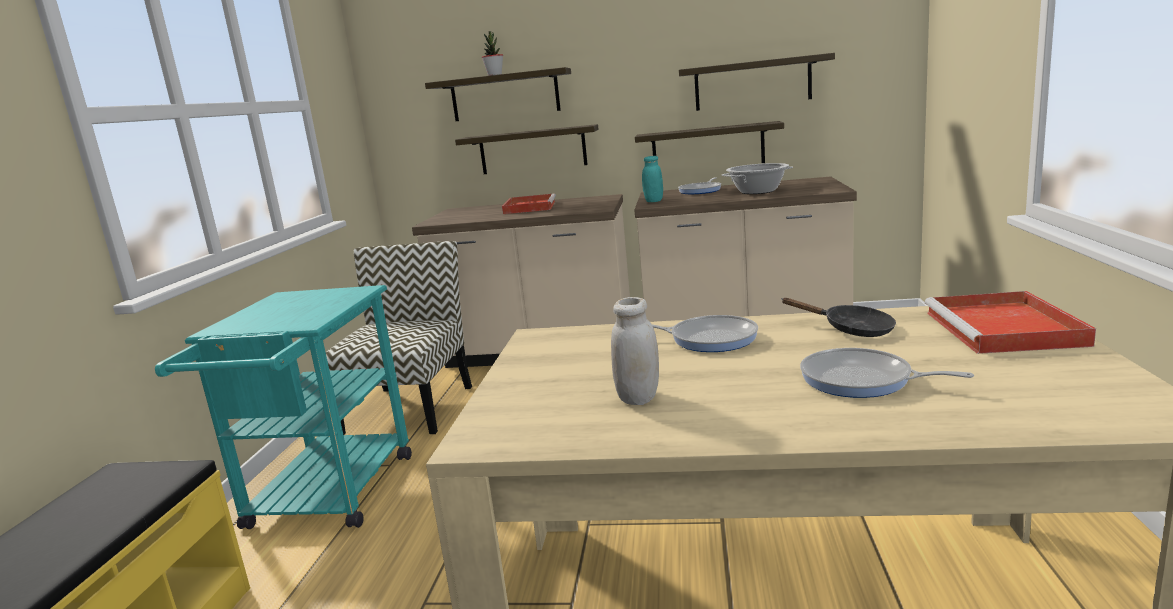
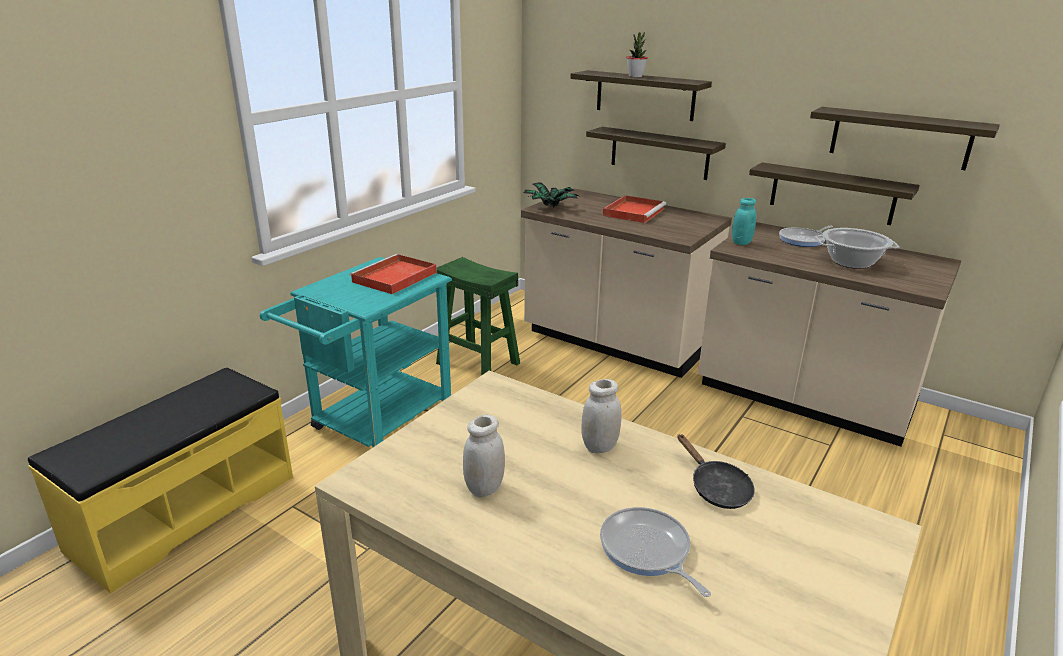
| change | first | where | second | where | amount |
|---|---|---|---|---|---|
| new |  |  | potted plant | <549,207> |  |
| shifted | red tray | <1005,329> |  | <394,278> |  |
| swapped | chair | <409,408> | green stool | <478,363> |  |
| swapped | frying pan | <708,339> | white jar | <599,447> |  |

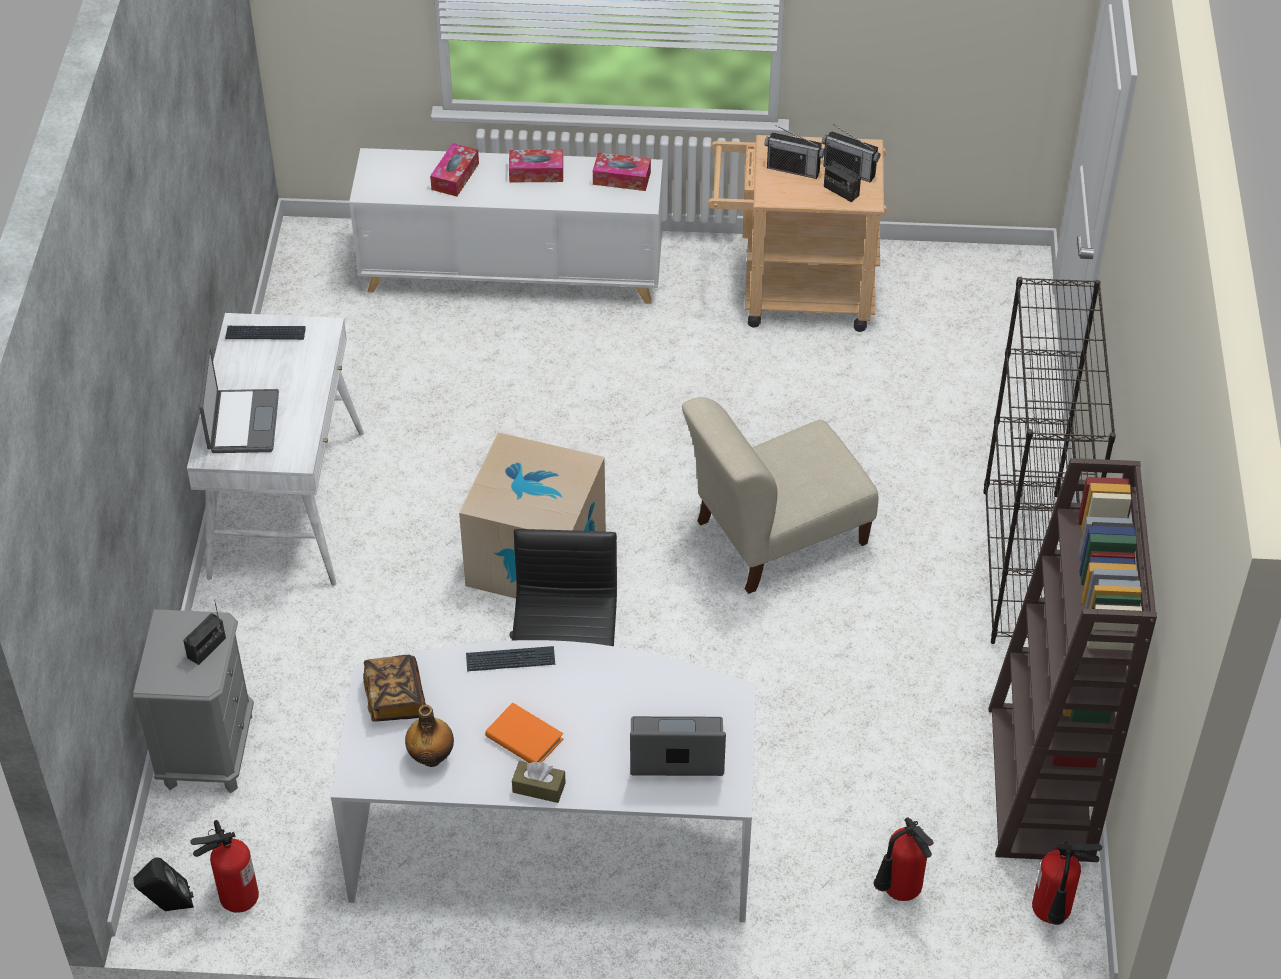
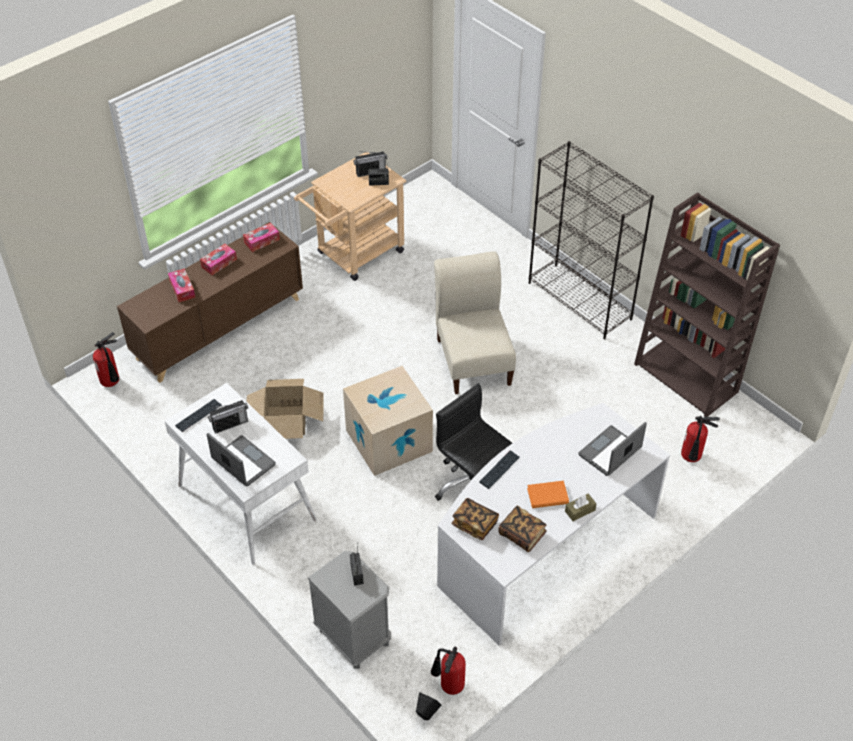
| change | first | where | second | where | amount |
|---|---|---|---|---|---|
| new |  |  | cardboard box | <286,420> |  |
| shifted | radio | <793,169> |  | <230,424> |  |
| shifted | fire extinguisher | <1053,916> |  | <112,383> |  |
| swapped | bottle | <431,756> | book | <522,535> |  |
| repainted | white cabinet | <513,273> | brown cabinet | <219,328> |  |
| rotated | beige chair | <775,536> |  | <473,358> | 150 degrees clockwise |

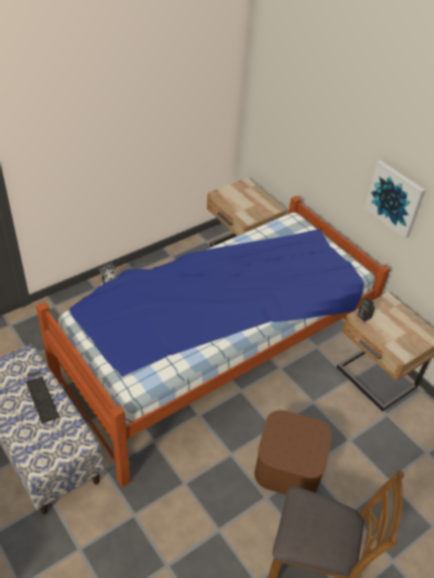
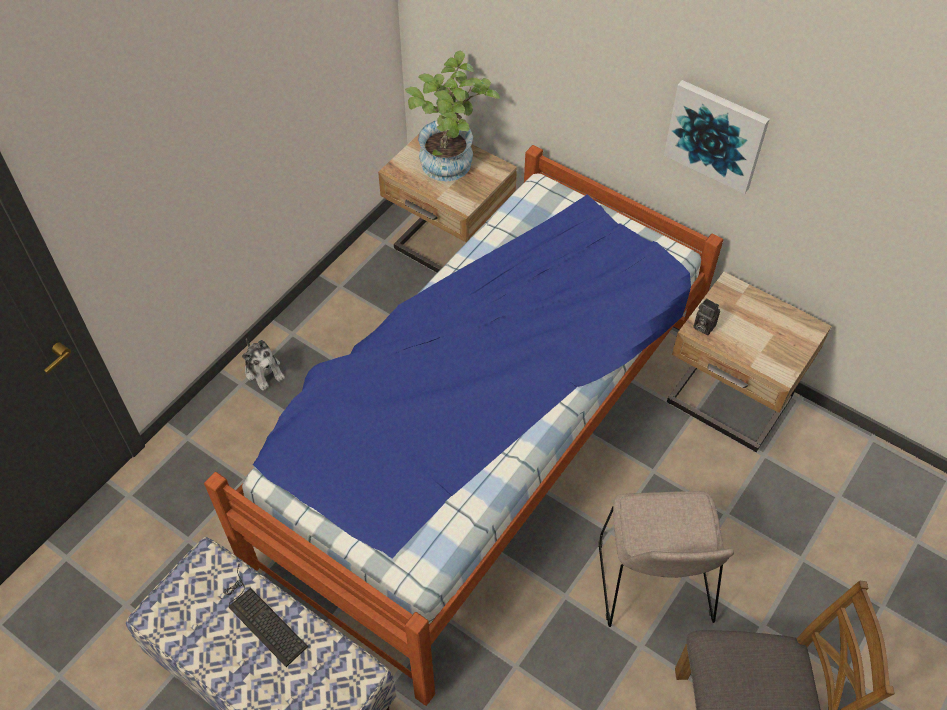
| change | first | where | second | where | amount |
|---|---|---|---|---|---|
| new |  |  | potted plant | <451,168> |  |
| swapped | brown storage box | <289,465> | beige chair | <654,584> |  |

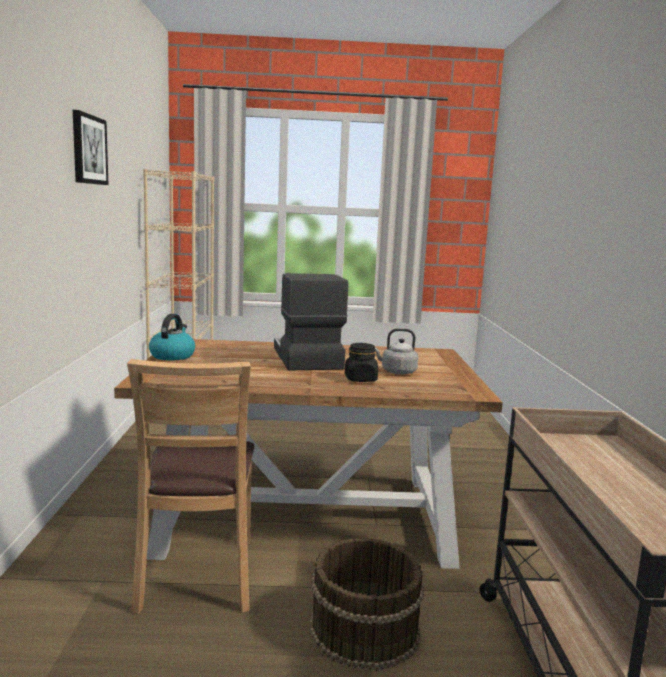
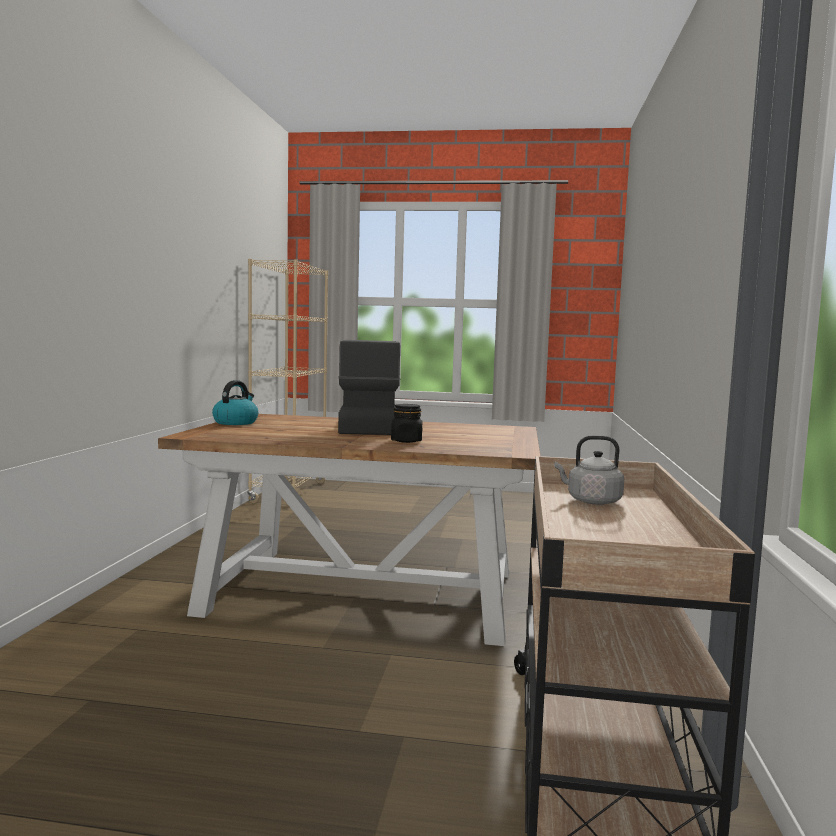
| change | first | where | second | where | amount |
|---|---|---|---|---|---|
| gone | picture | <88,149> |  |  |  |
| gone | brown chair | <198,575> |  |  |  |
| gone | brown bucket | <363,630> |  |  |  |
| shifted | grey kettle | <396,372> |  | <591,501> |  |

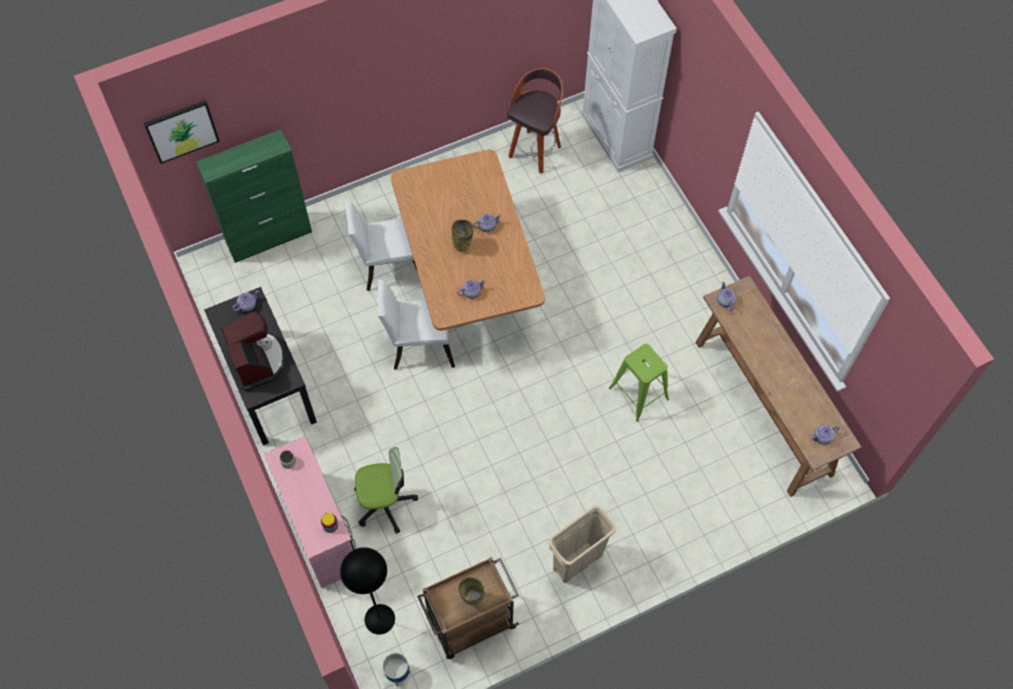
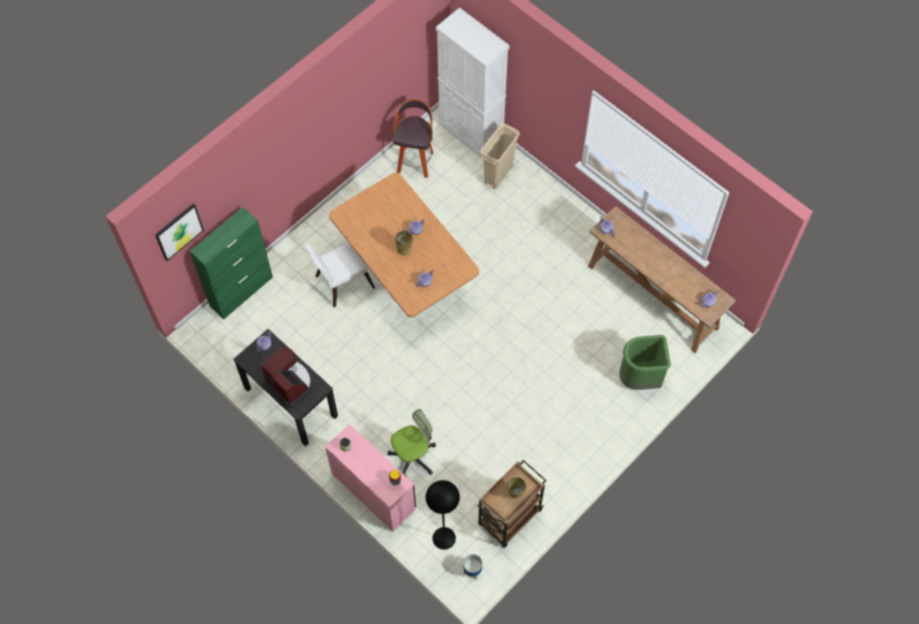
| change | first | where | second | where | amount |
|---|---|---|---|---|---|
| gone | white chair | <418,343> |  |  |  |
| gone | green stool | <639,394> |  |  |  |
| new |  |  | green trash can | <640,379> |  |
| shifted | beige trash can | <577,562> |  | <498,175> |  |

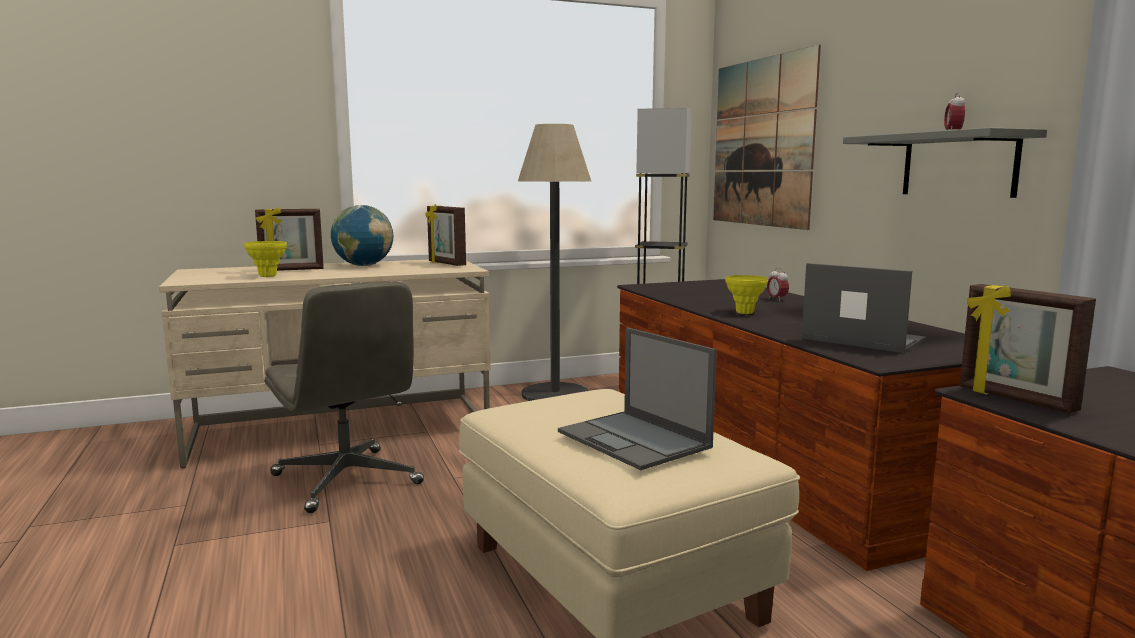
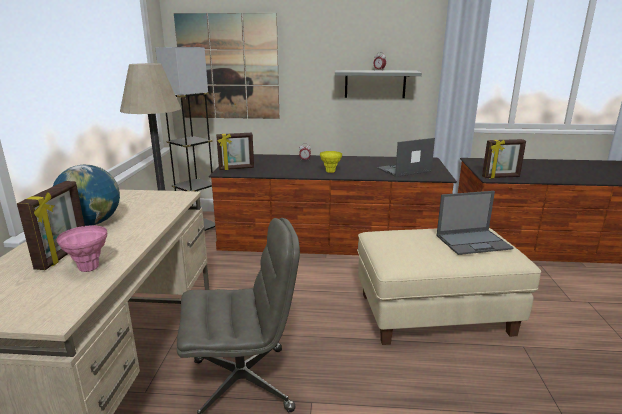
| change | first | where | second | where | amount |
|---|---|---|---|---|---|
| shifted | picture frame | <446,264> |  | <236,168> |  |
| repainted | yellow vase | <268,276> | pink vase | <89,268> |  |

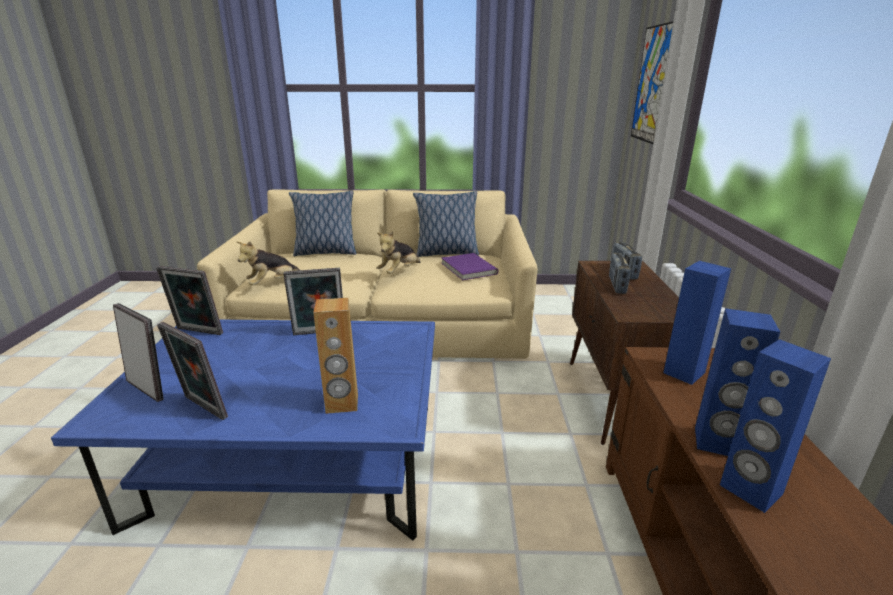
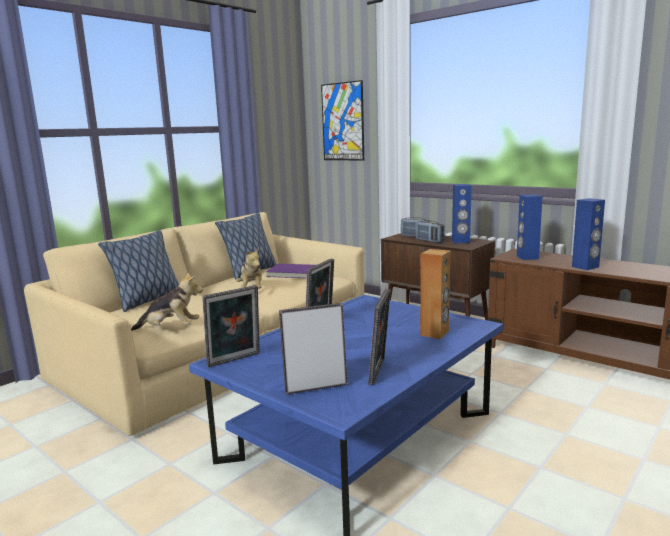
| change | first | where | second | where | amount |
|---|---|---|---|---|---|
| shifted | blue speaker | <750,490> |  | <460,241> |  |
| rotated | picture frame | <202,409> |  | <380,372> | 60 degrees counterclockwise |
| rotated | plush toy | <273,283> |  | <170,329> | 90 degrees counterclockwise |

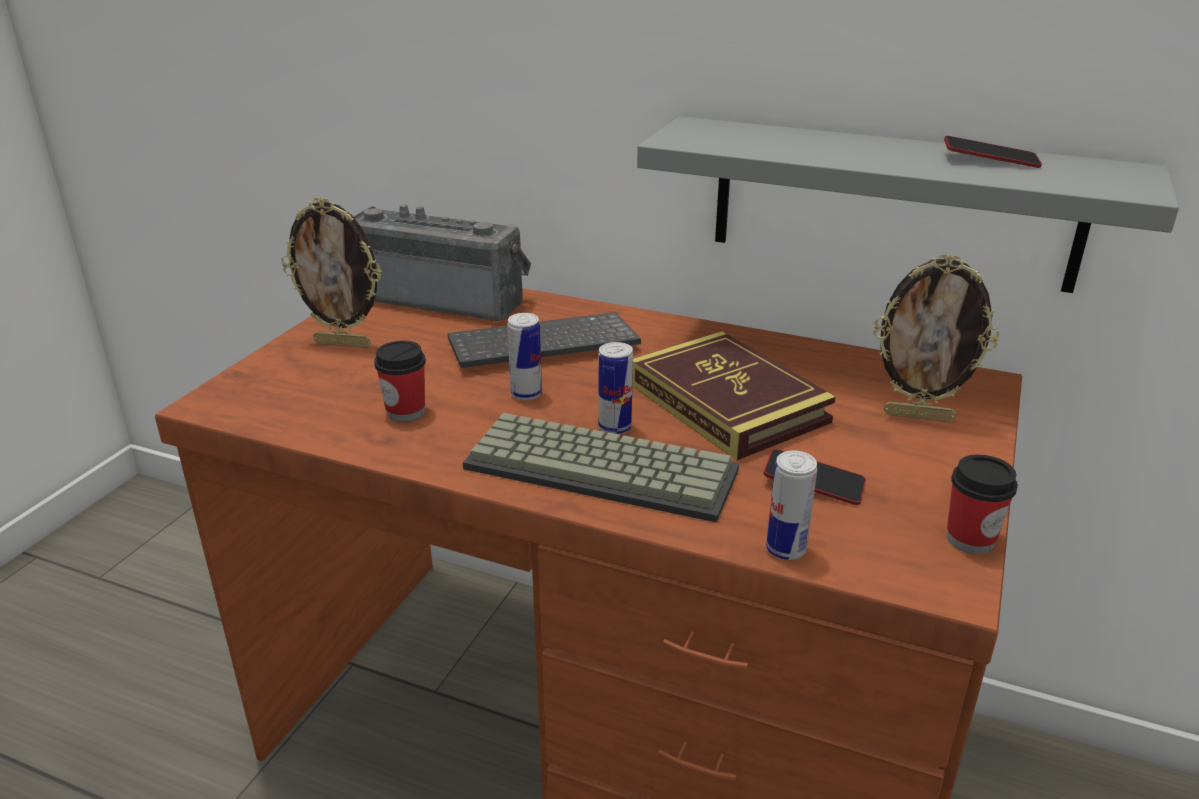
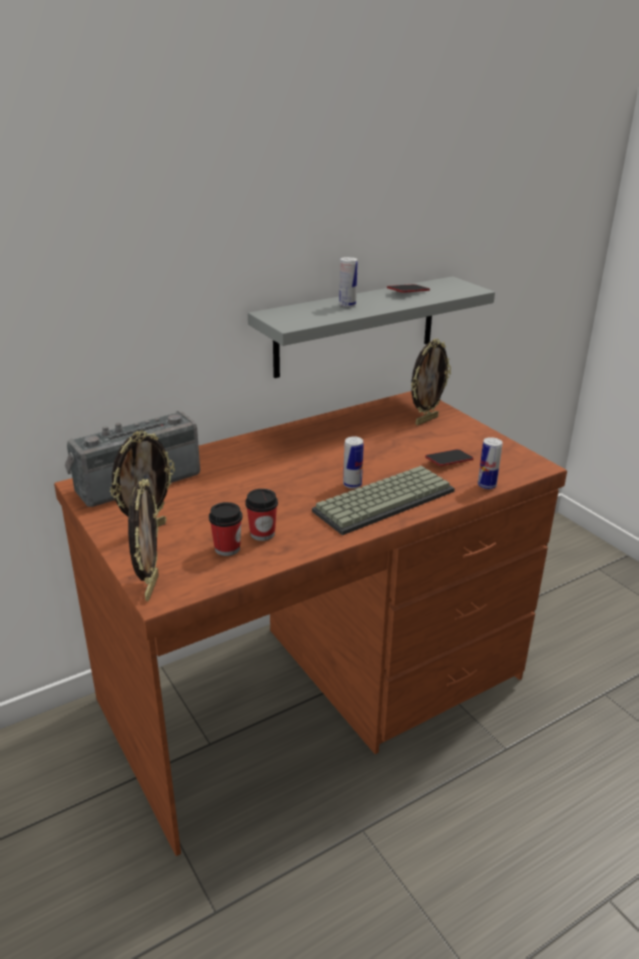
| change | first | where | second | where | amount |
|---|---|---|---|---|---|
| gone | keyboard | <541,346> |  |  |  |
| gone | book | <727,403> |  |  |  |
| new |  |  | picture frame | <150,587> |  |
| shifted | can | <526,394> |  | <347,305> |  |
| shifted | cup | <970,539> |  | <227,548> |  |

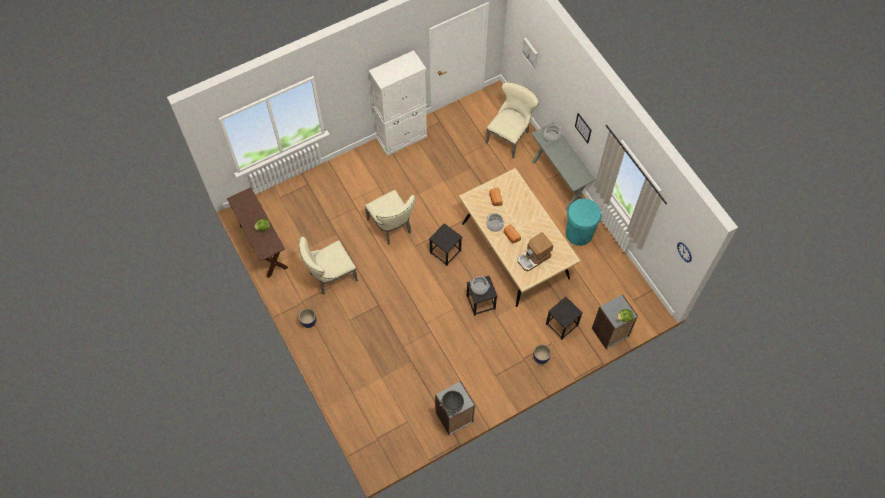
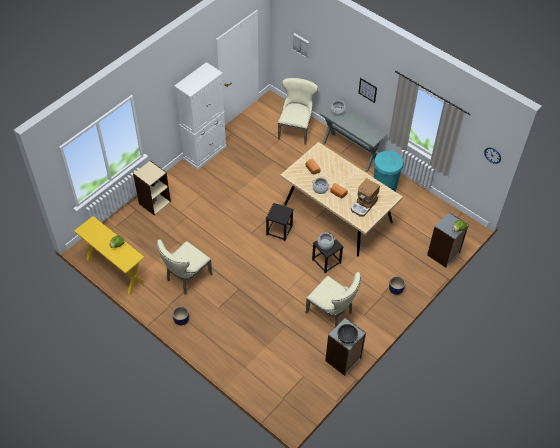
| change | first | where | second | where | amount |
|---|---|---|---|---|---|
| gone | black stool | <562,325> |  |  |  |
| new |  |  | beige bookcase | <154,202> |  |
| shifted | beige chair | <392,227> |  | <332,313> |  |
| repainted | brown console table | <263,246> | yellow console table | <115,270> |  |

